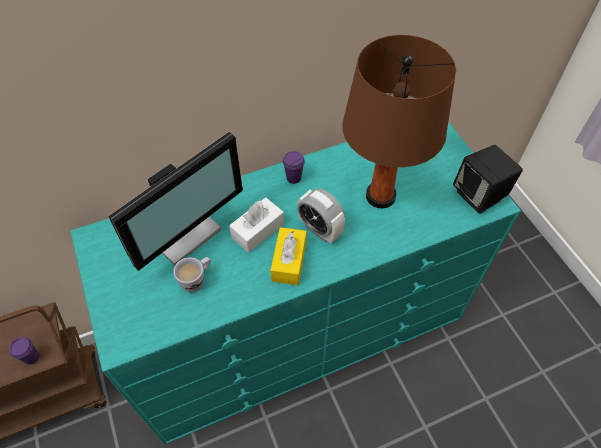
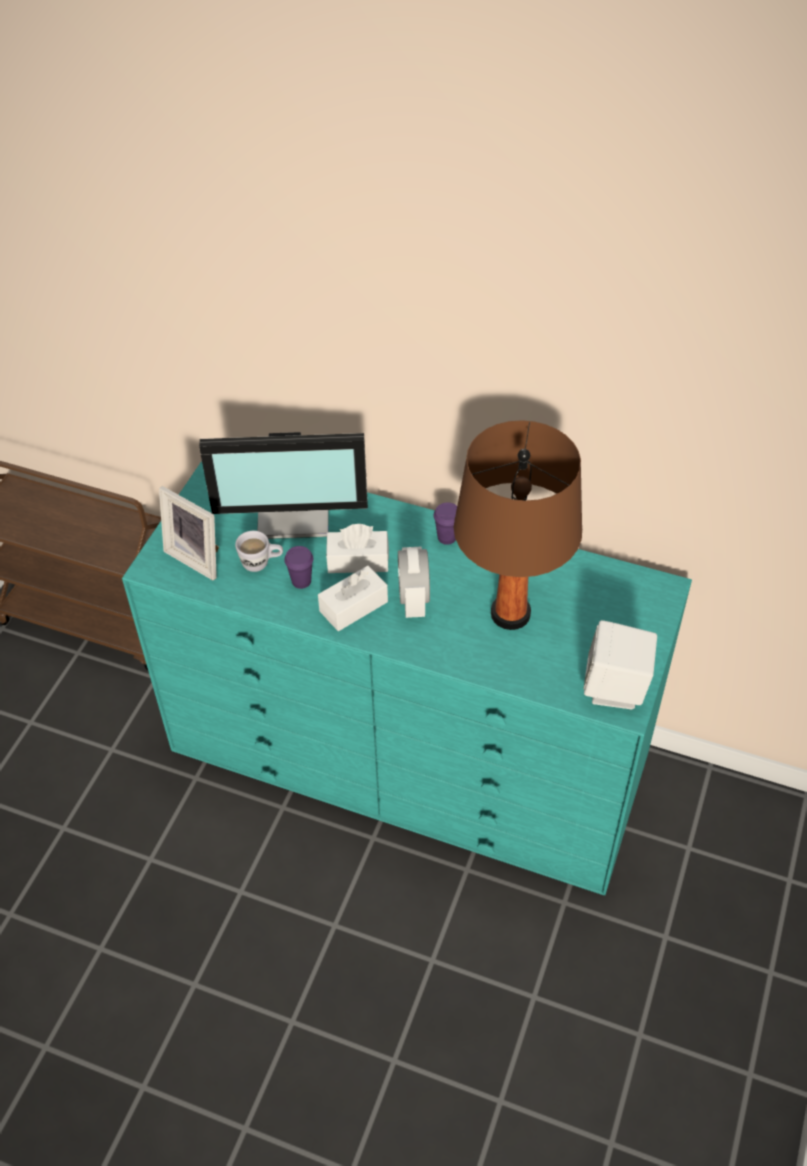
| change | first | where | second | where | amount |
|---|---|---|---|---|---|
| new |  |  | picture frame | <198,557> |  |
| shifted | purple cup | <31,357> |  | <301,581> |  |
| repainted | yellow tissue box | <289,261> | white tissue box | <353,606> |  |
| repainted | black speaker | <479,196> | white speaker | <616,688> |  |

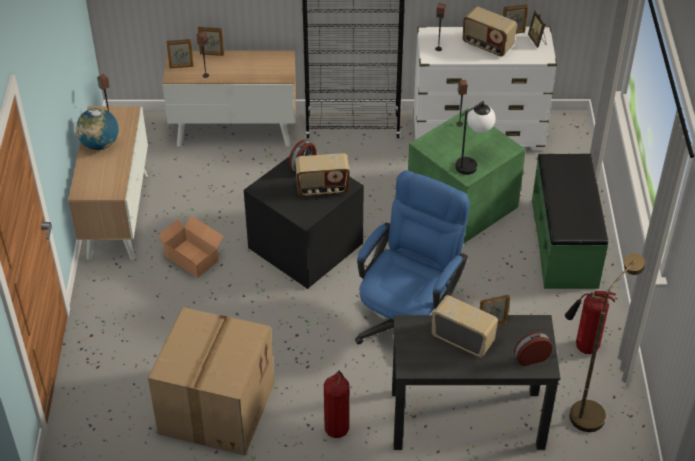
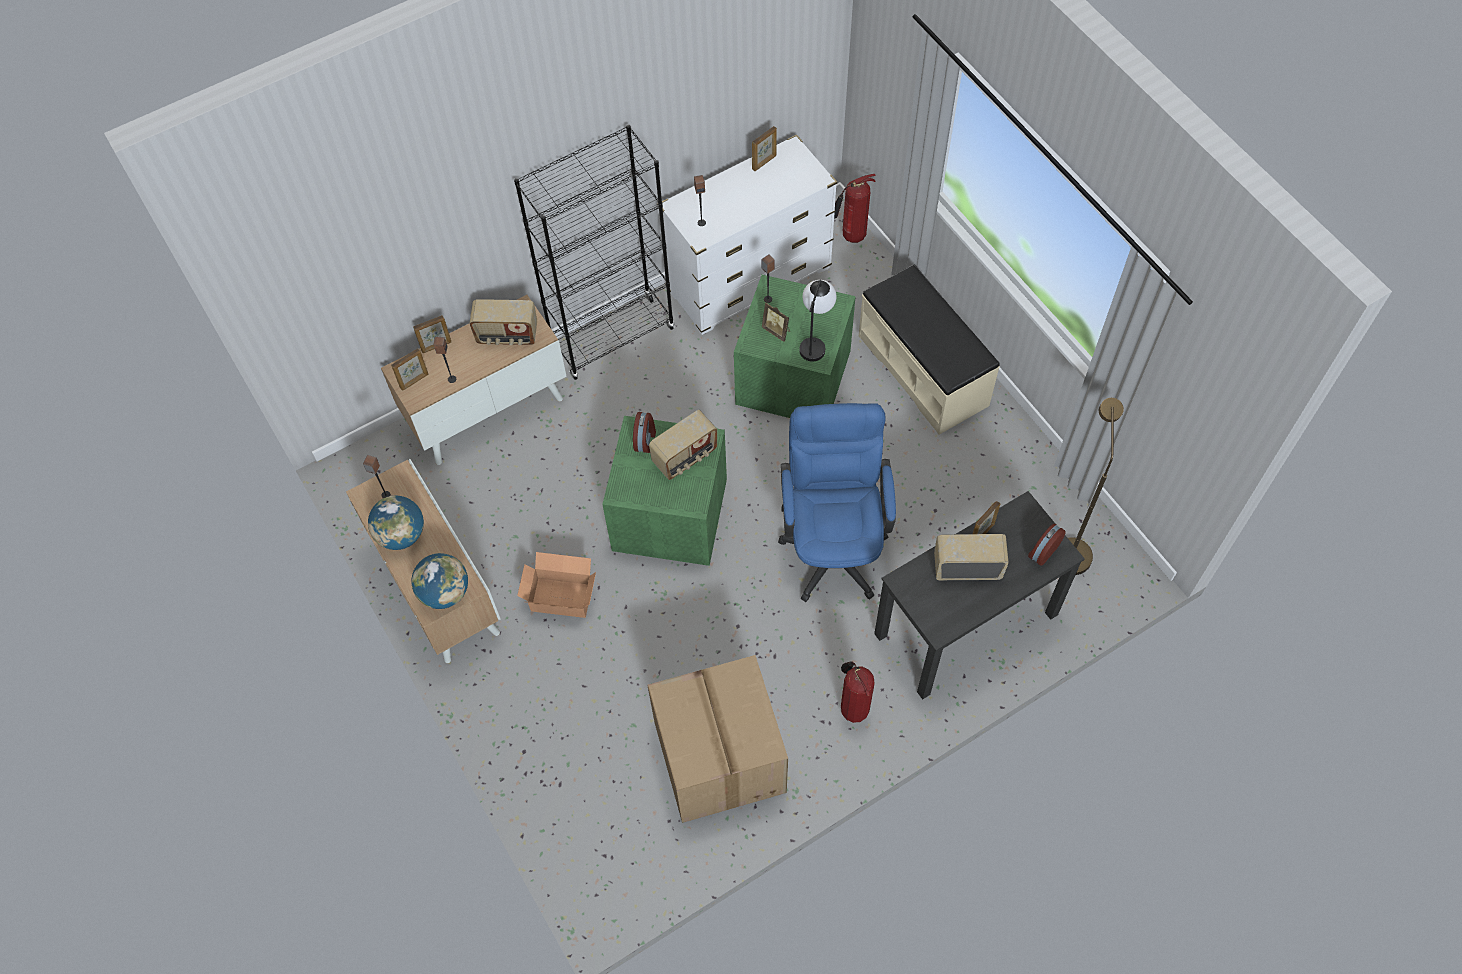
| change | first | where | second | where | amount |
|---|---|---|---|---|---|
| new |  |  | globe | <445,592> |  |
| shifted | radio | <487,45> |  | <507,335> |  |
| shifted | picture frame | <537,41> |  | <777,331> |  |
| shifted | fire extinguisher | <583,347> |  | <850,237> |  |
| repainted | black storage box | <305,244> | green storage box | <668,513> |  |
| repainted | green bench | <565,243> | beige bench | <923,370> |  |

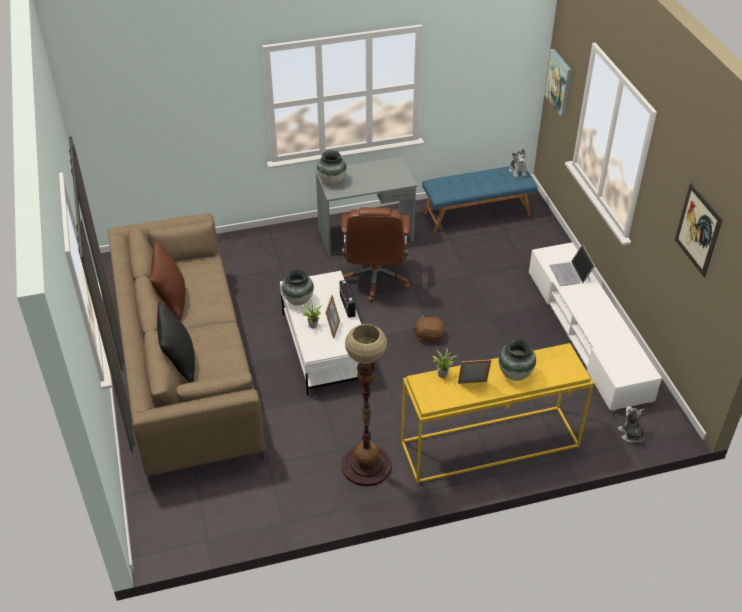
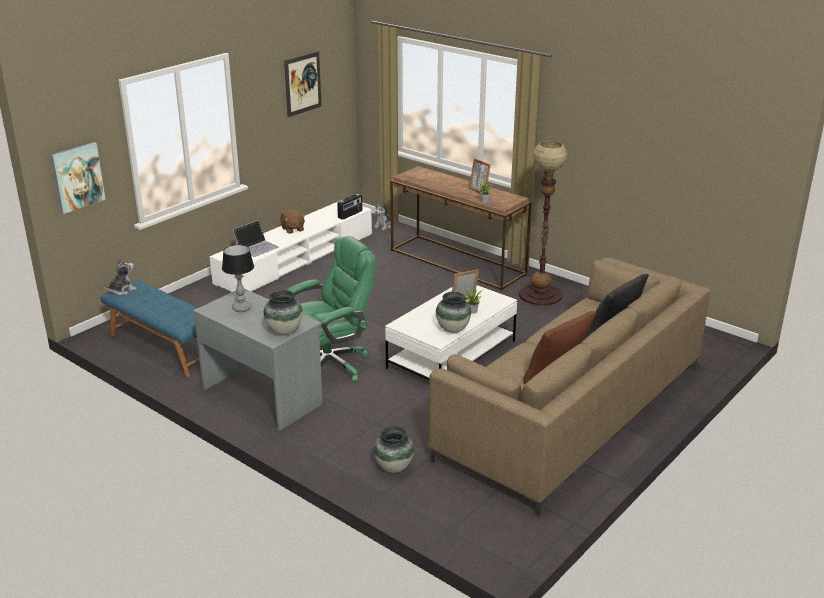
| change | first | where | second | where | amount |
|---|---|---|---|---|---|
| new |  |  | table lamp | <242,308> |  |
| shifted | radio | <347,306> |  | <350,214> |  |
| shifted | brown plush toy | <429,336> |  | <292,229> |  |
| shifted | vase | <515,374> |  | <394,467> |  |
| repainted | brown office chair | <375,279> | green office chair | <330,364> |  |
| repainted | yellow console table | <489,445> | brown console table | <458,262> |  |

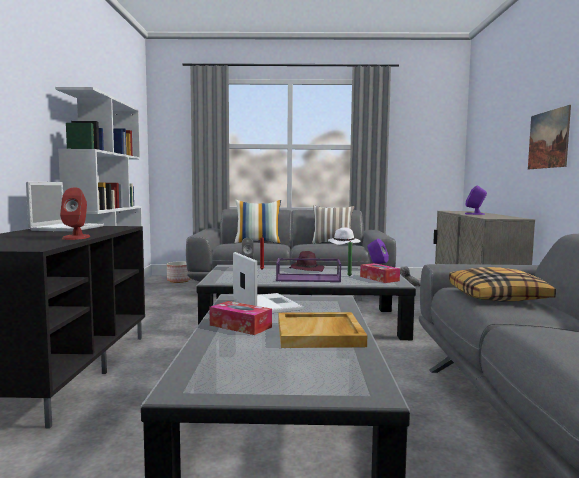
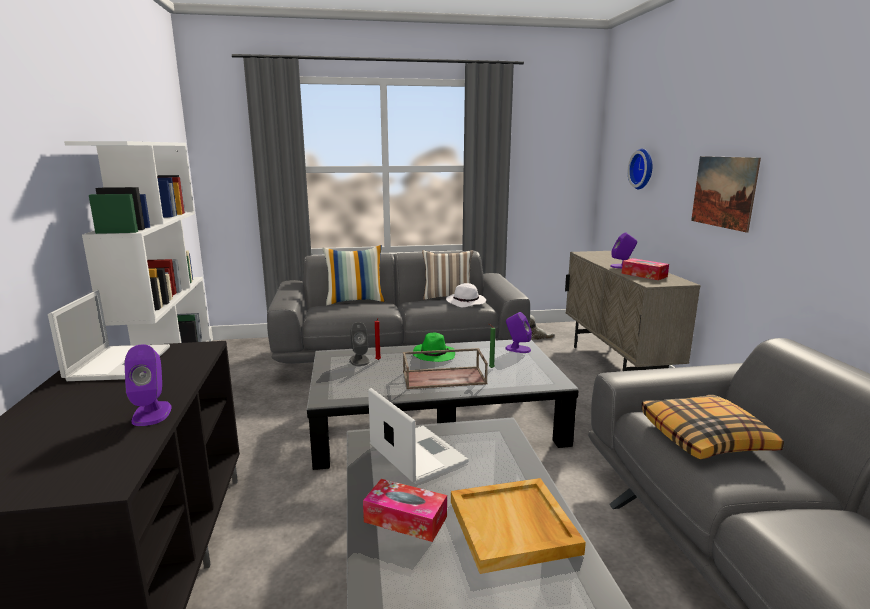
| change | first | where | second | where | amount |
|---|---|---|---|---|---|
| gone | planter | <179,281> |  |  |  |
| new |  |  | wall clock | <643,169> |  |
| shifted | tissue box | <379,278> |  | <644,275> |  |
| repainted | red speaker | <76,237> | purple speaker | <152,413> |  |
| repainted | purple tray | <309,278> | brown tray | <444,377> |  |
| repainted | purple hat | <306,269> | green hat | <433,355> |  |

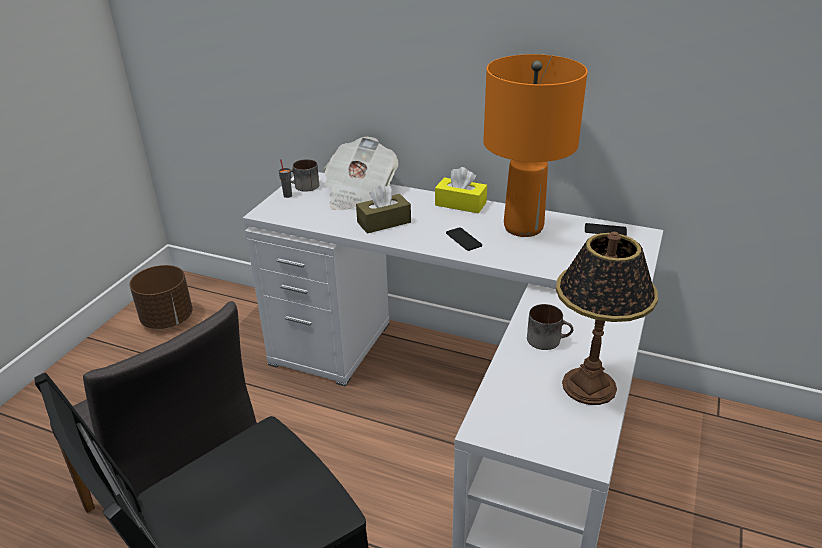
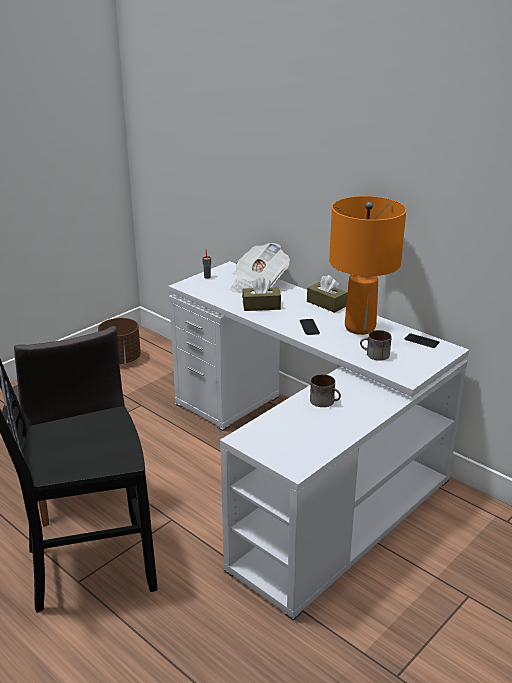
| change | first | where | second | where | amount |
|---|---|---|---|---|---|
| gone | table lamp | <590,386> |  |  |  |
| shifted | mug | <303,187> |  | <374,355> |  |
| repainted | yellow tissue box | <460,204> | brown tissue box | <326,304> |  |

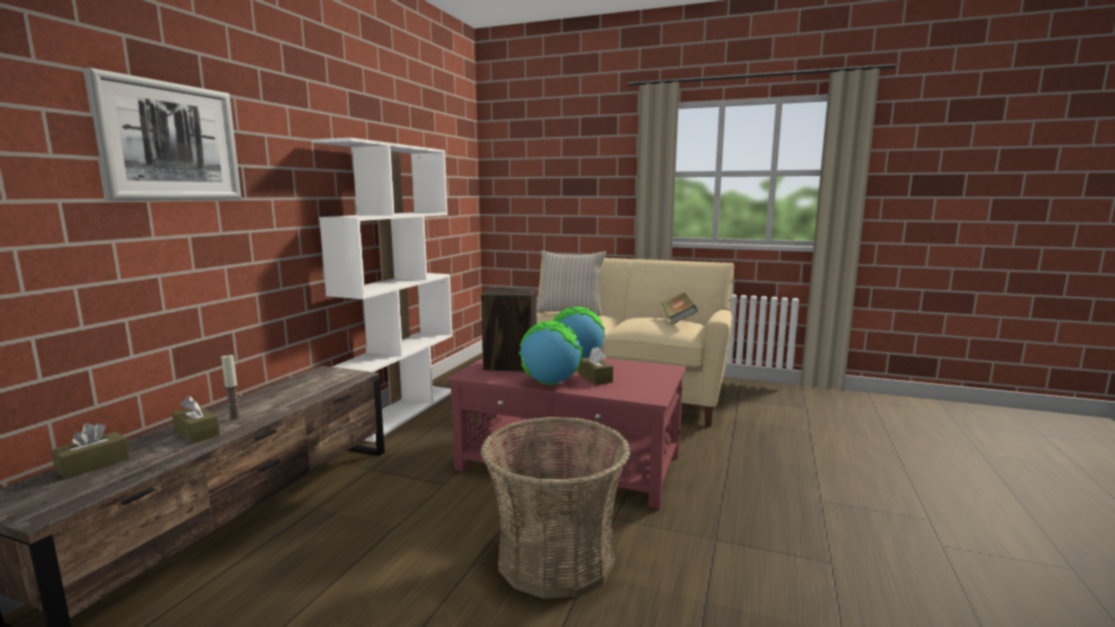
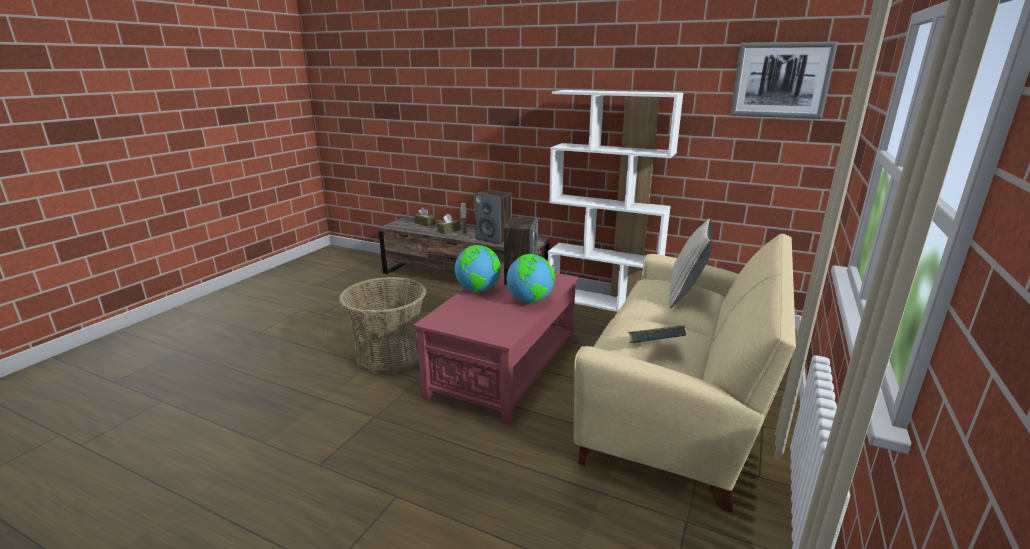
| change | first | where | second | where | amount |
|---|---|---|---|---|---|
| gone | brown tissue box | <595,378> |  |  |  |
| new |  |  | speaker | <494,239> |  |
| shifted | picture | <171,142> |  | <781,80> |  |

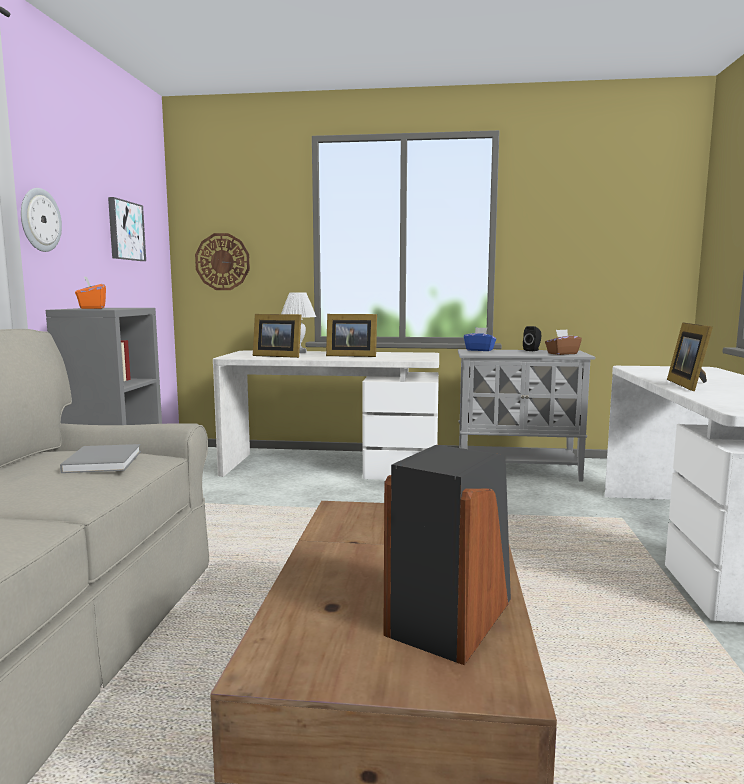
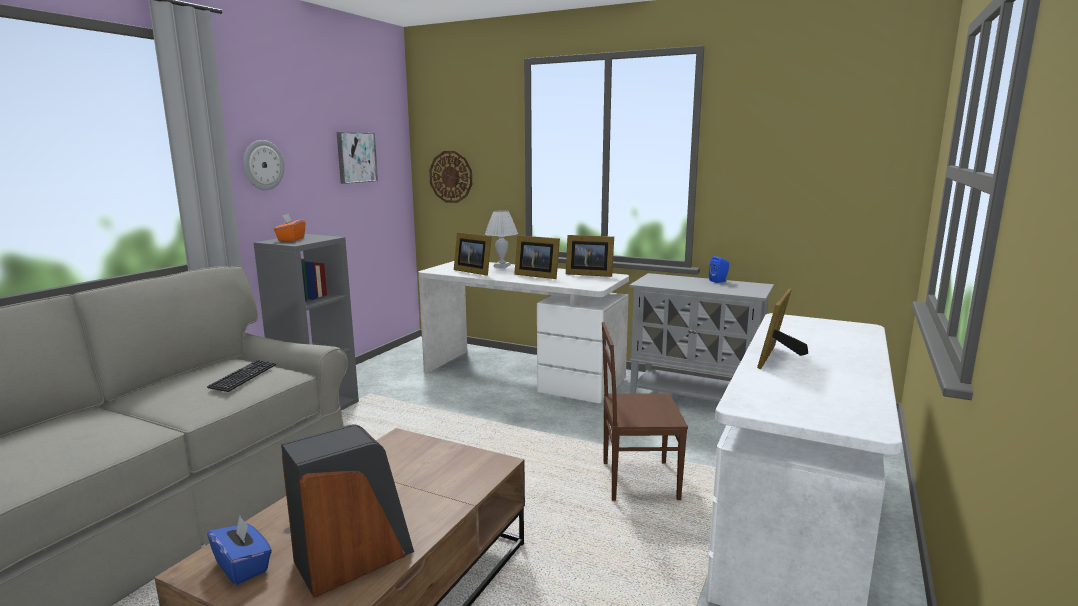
| change | first | where | second | where | amount |
|---|---|---|---|---|---|
| gone | brown tissue box | <562,353> |  |  |  |
| new |  |  | picture frame | <588,274> |  |
| new |  |  | brown chair | <638,480> |  |
| shifted | blue tissue box | <479,350> |  | <243,566> |  |
| swapped | grey book | <104,461> | keyboard | <243,377> |  |
| repainted | black speaker | <532,350> | blue speaker | <719,281> |  |

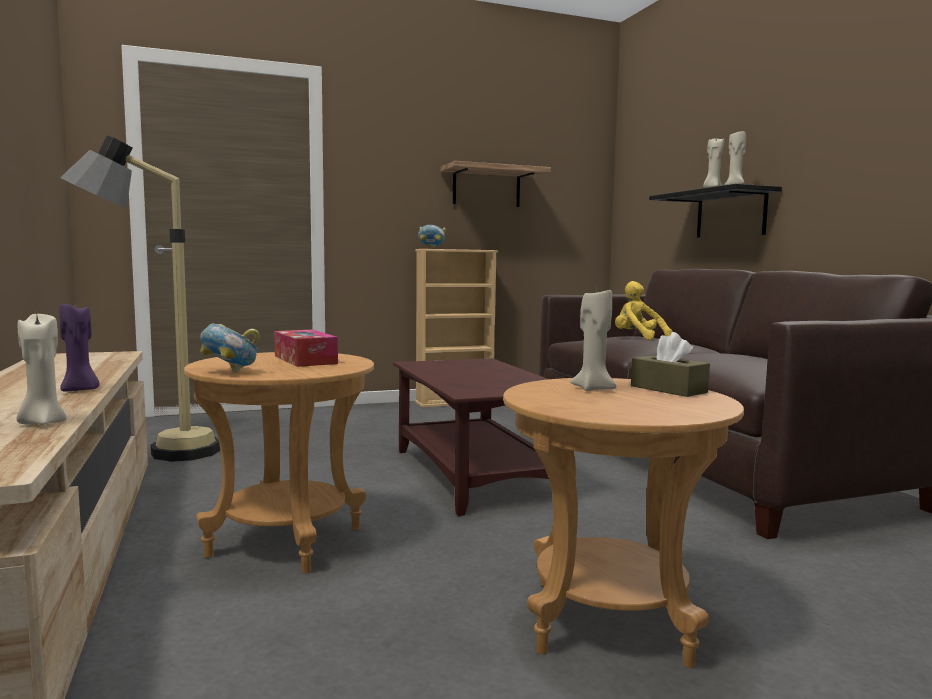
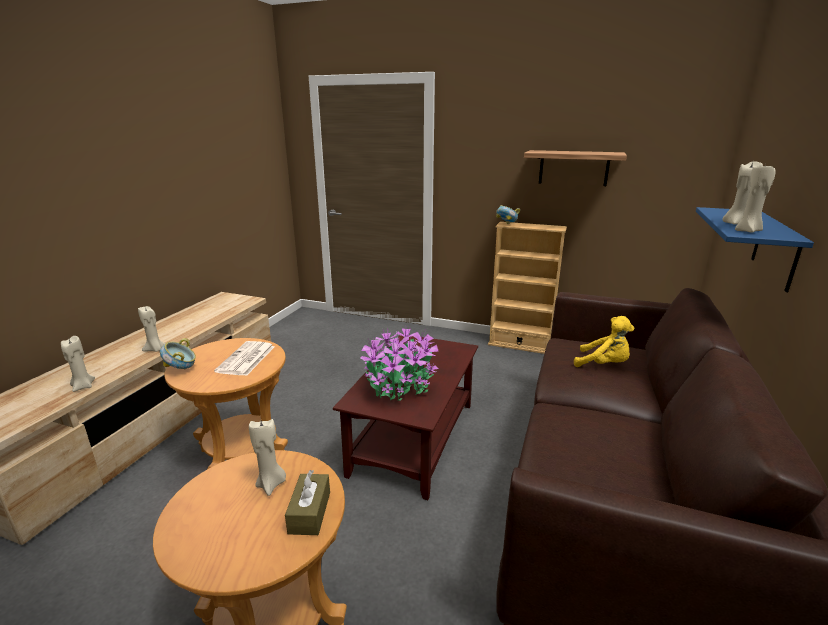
| change | first | where | second | where | amount |
|---|---|---|---|---|---|
| gone | floor lamp | <152,454> |  |  |  |
| new |  |  | potted plant | <398,386> |  |
| swapped | tissue box | <305,360> | newspaper | <246,359> |  |
| repainted | purple candle | <80,390> | beige candle | <155,349> |  |
| repainted | black shelf | <730,214> | blue shelf | <775,249> |  |
| rotated | yellow plush toy | <638,338> |  | <603,365> | 120 degrees clockwise |

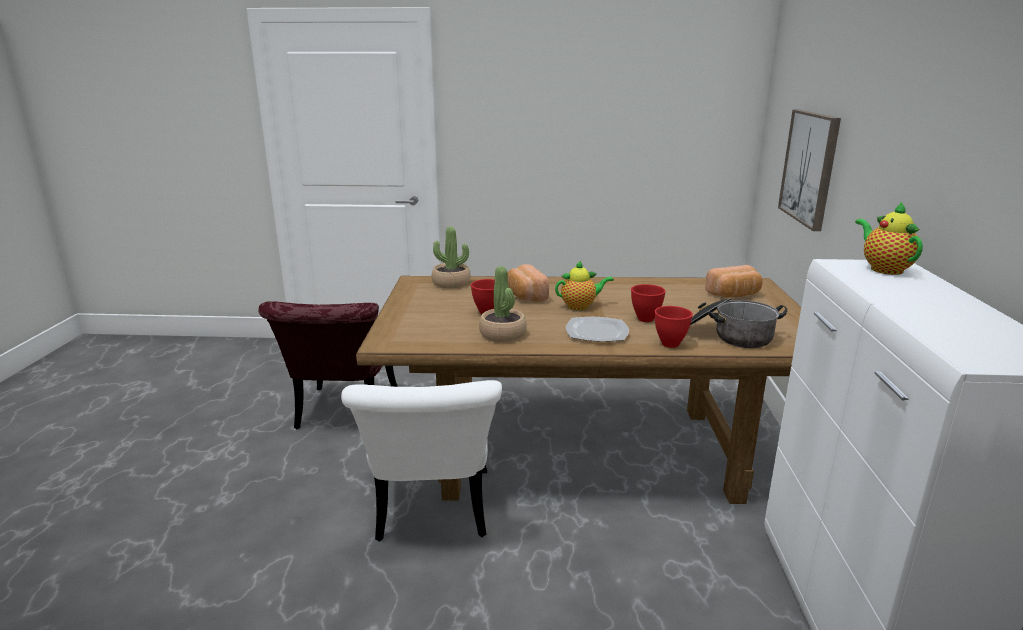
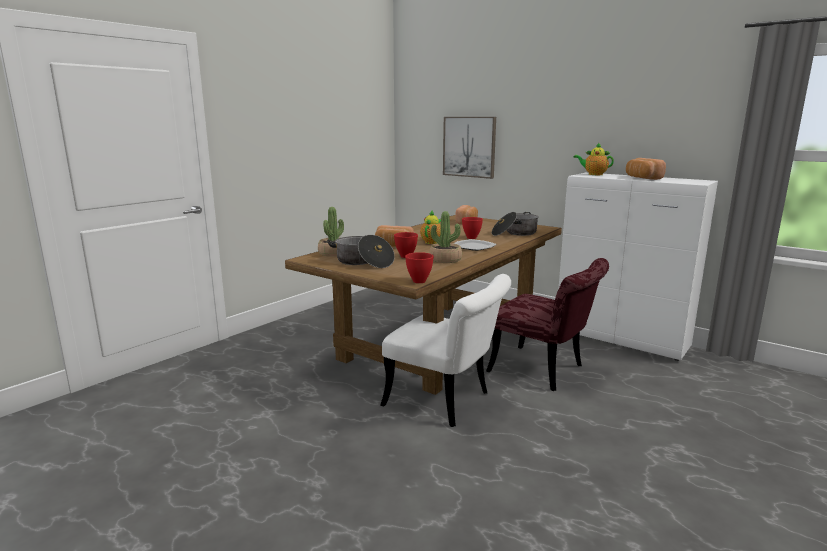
| change | first | where | second | where | amount |
|---|---|---|---|---|---|
| new |  |  | cooking pot | <363,262> |  |
| new |  |  | bread | <642,178> |  |
| shifted | red chair | <344,415> |  | <545,371> |  |
| shifted | red bowl | <669,344> |  | <418,281> |  |

